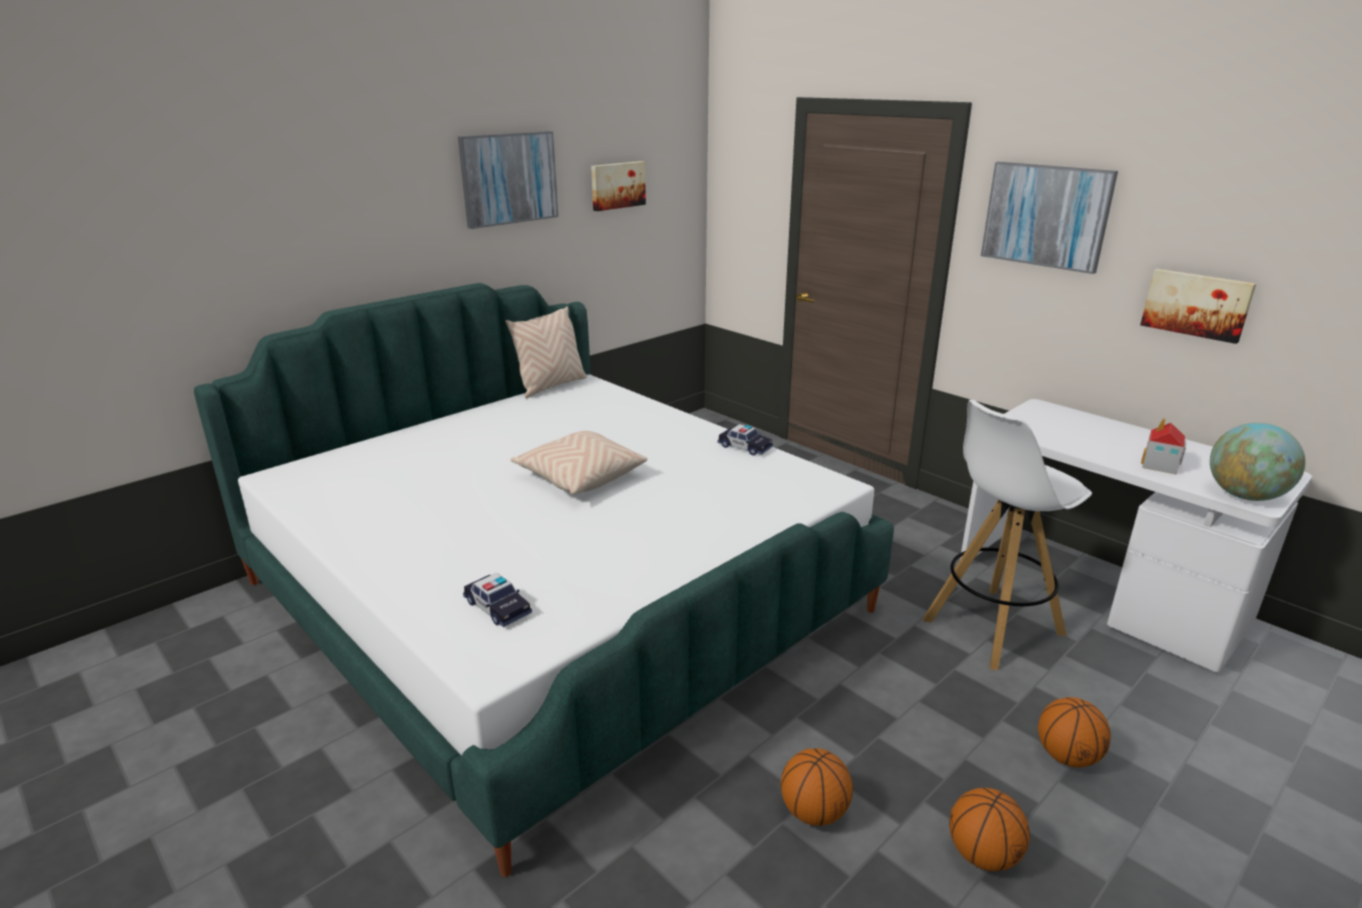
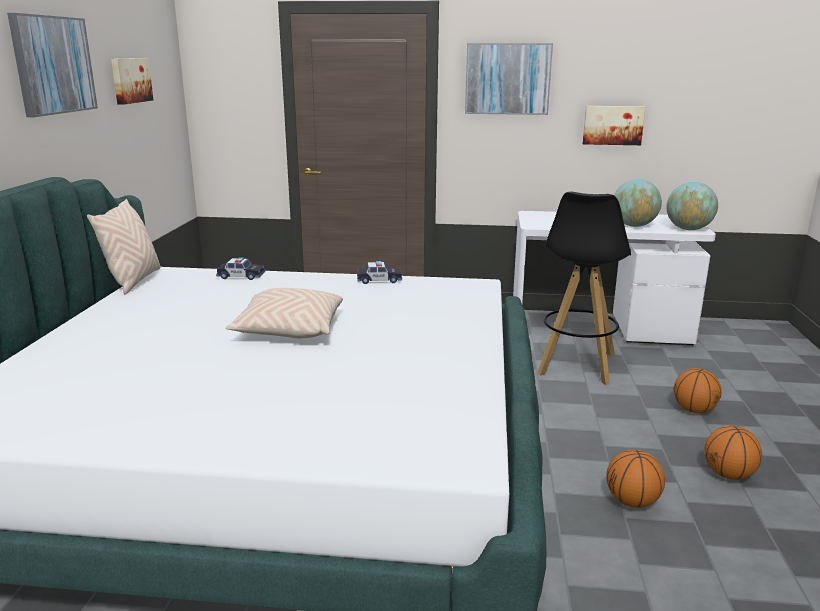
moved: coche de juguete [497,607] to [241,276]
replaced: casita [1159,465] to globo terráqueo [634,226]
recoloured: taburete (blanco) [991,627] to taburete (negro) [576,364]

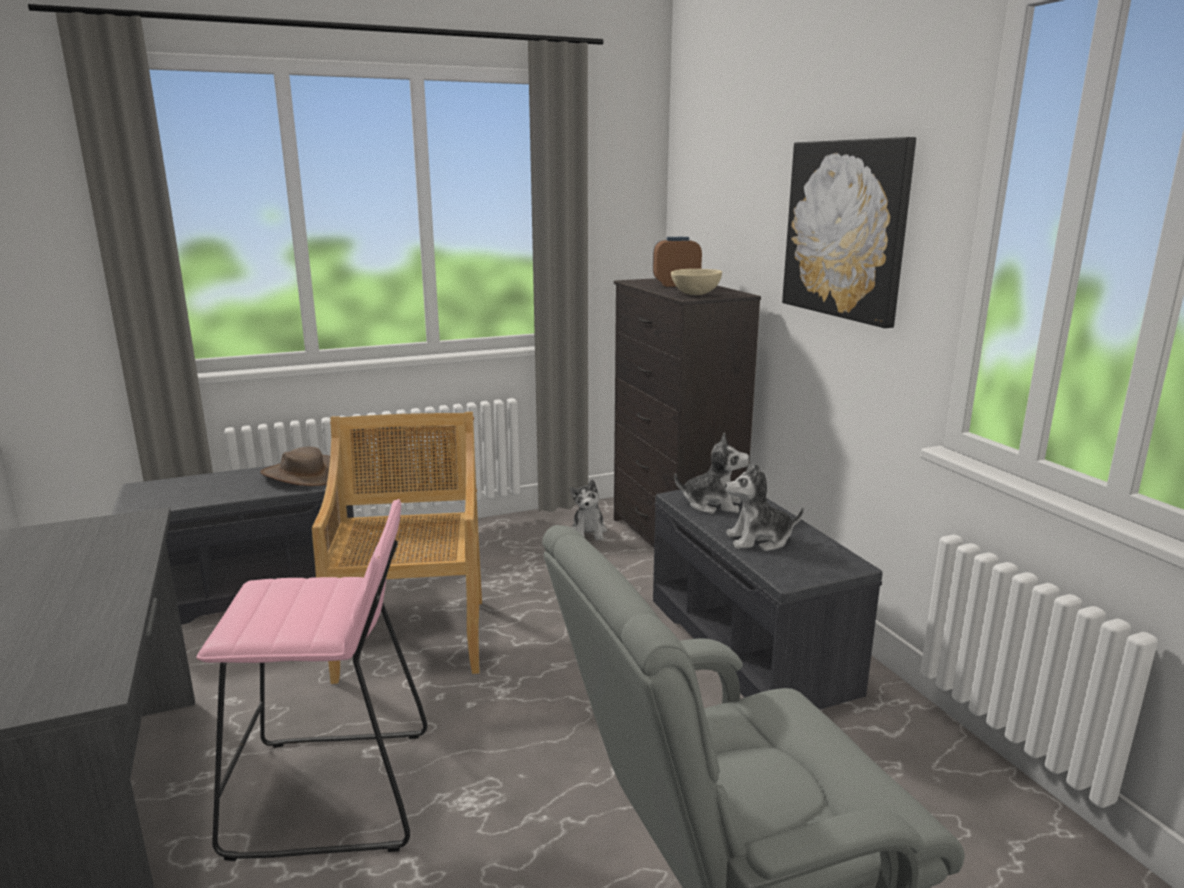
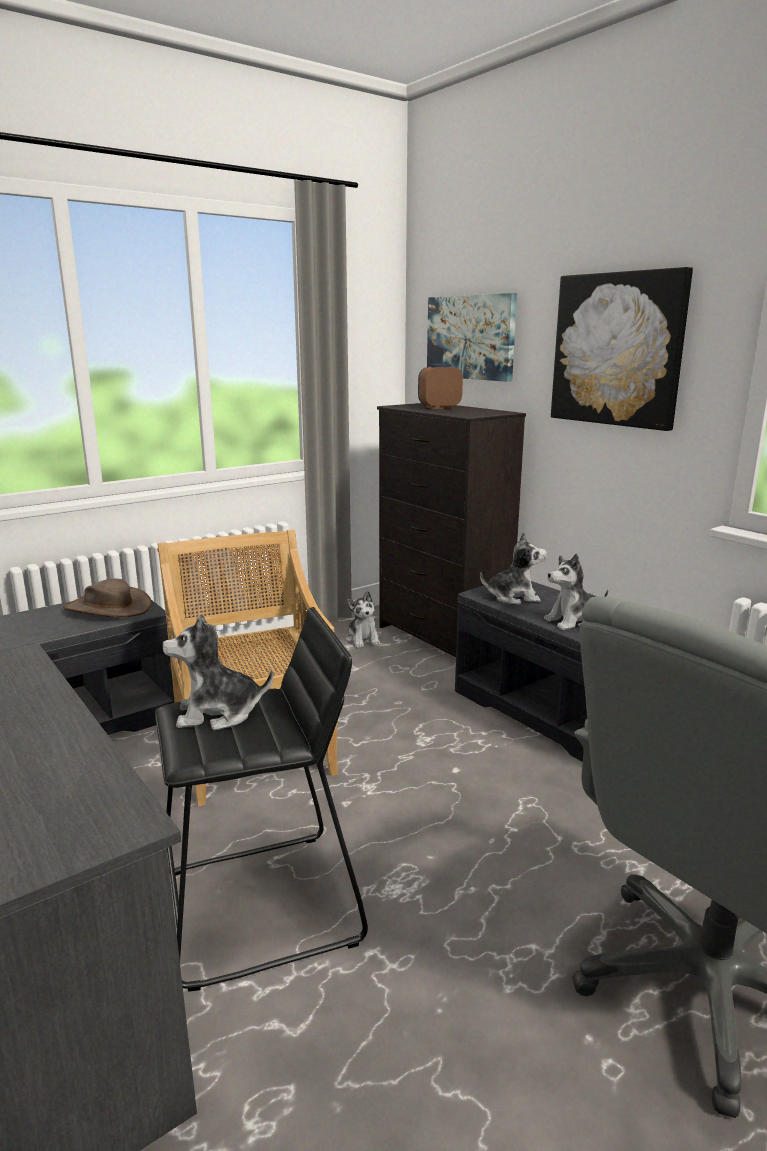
removed: cuenco (beis) [696,294]
added: peluche [218,714]; cuadro [471,337]
recoloured: taburete (rosa) [331,793] to taburete (negro) [261,906]

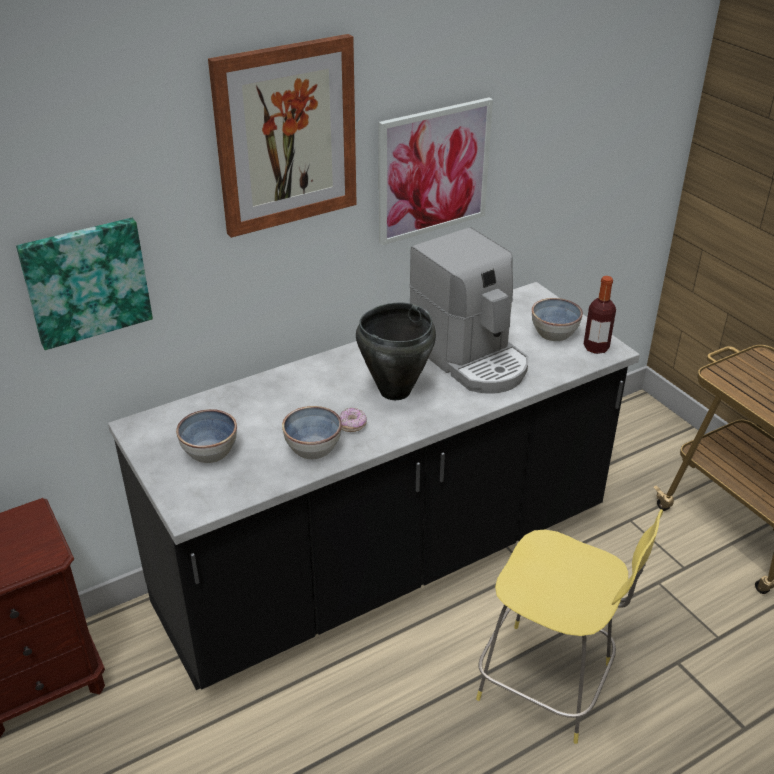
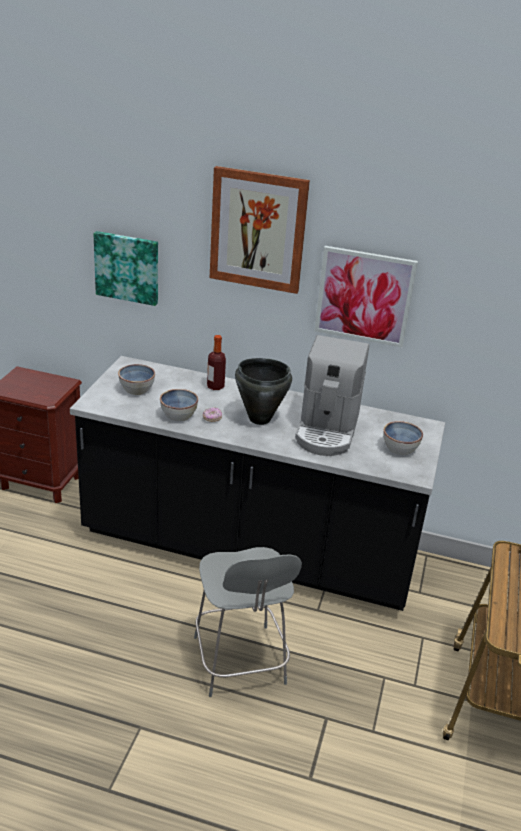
moved: botella [596,347] to [215,386]
recoloured: taburete (amarillo) [549,684] to taburete (gris) [240,663]

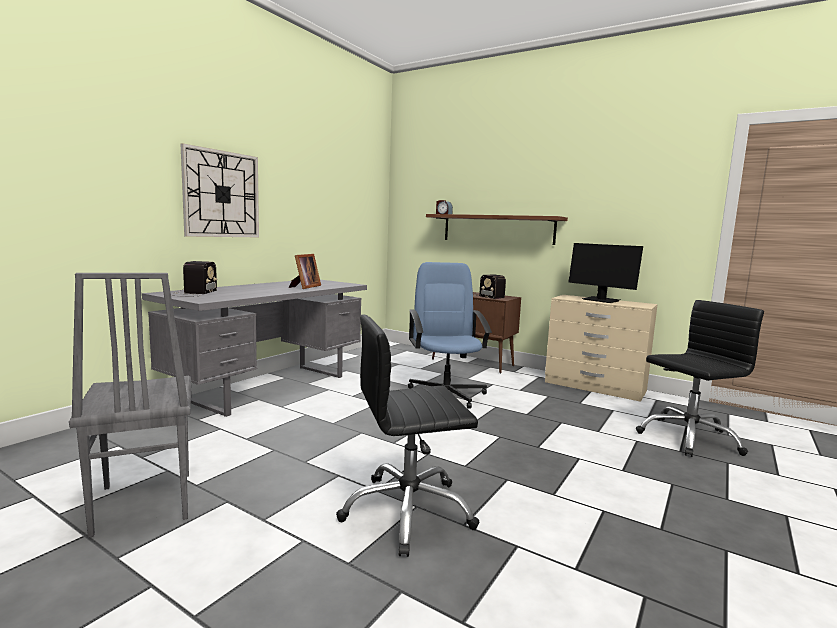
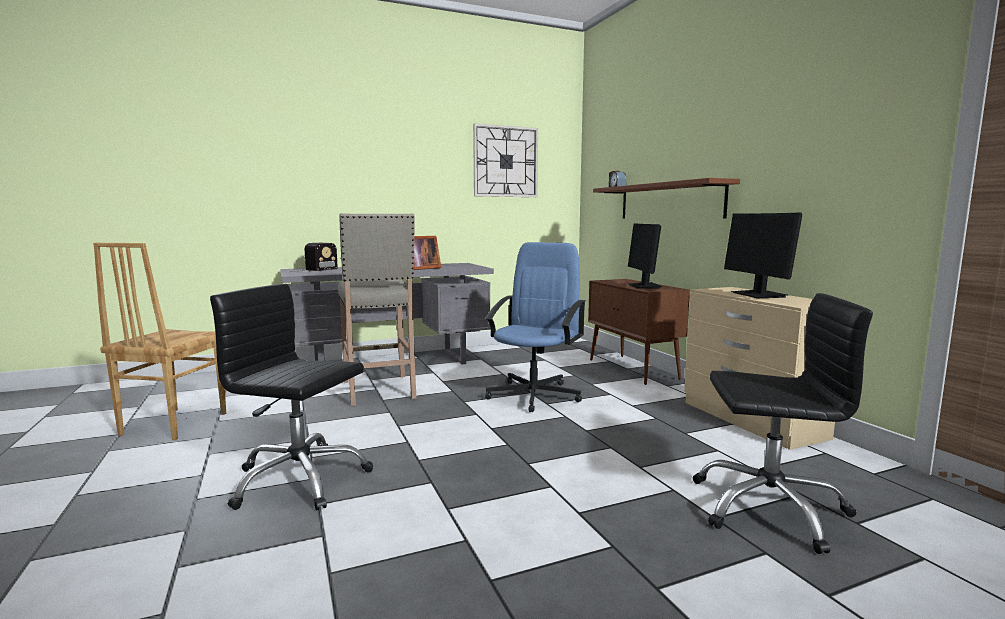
added: taburete (beis) [379,390]
moved: reloj de pared [221,194] to [505,161]
replaced: radio [487,296] to monitor [644,286]
recoloured: silla (gris) [141,503] to silla (marrón) [172,424]

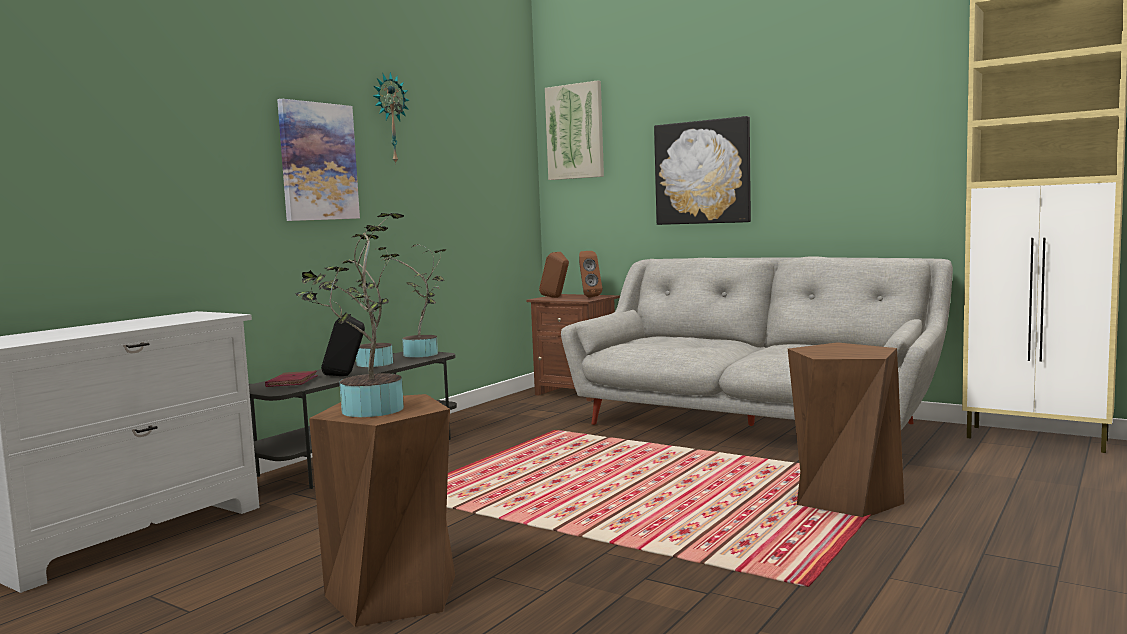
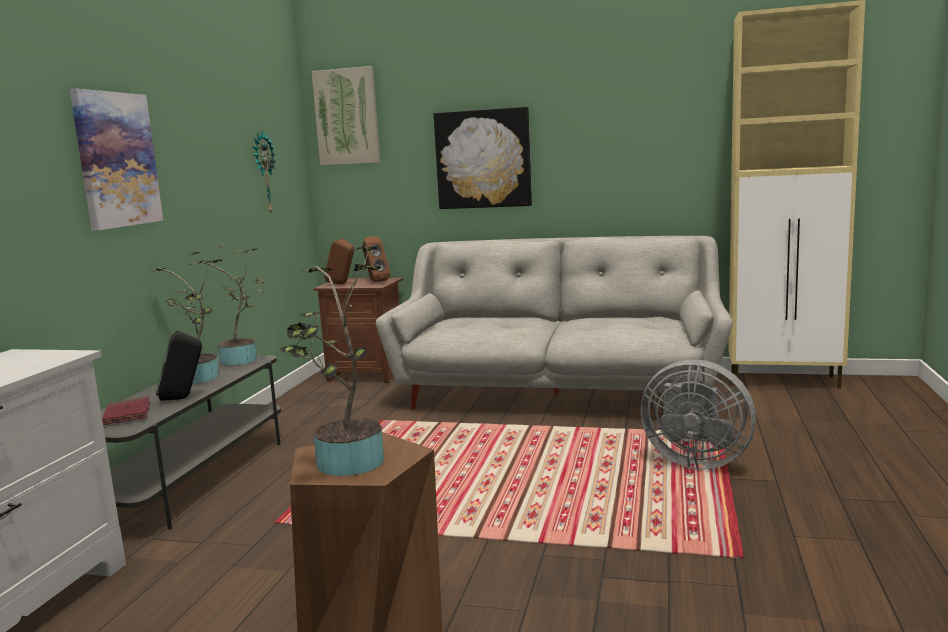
moved: reloj de pared [390,119] to [263,173]
replaced: taburete (marrón) [844,499] to ventilador (gris) [695,461]

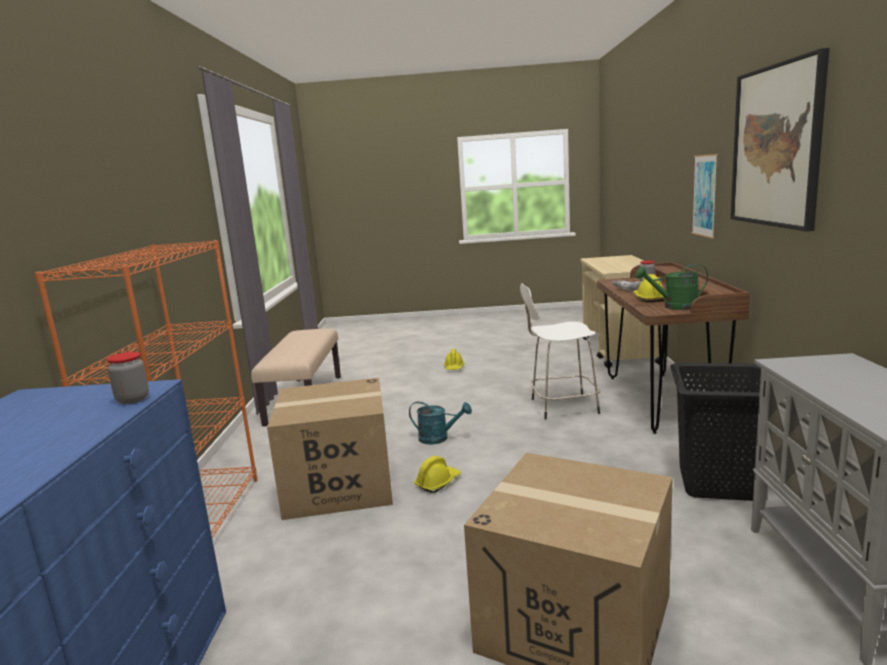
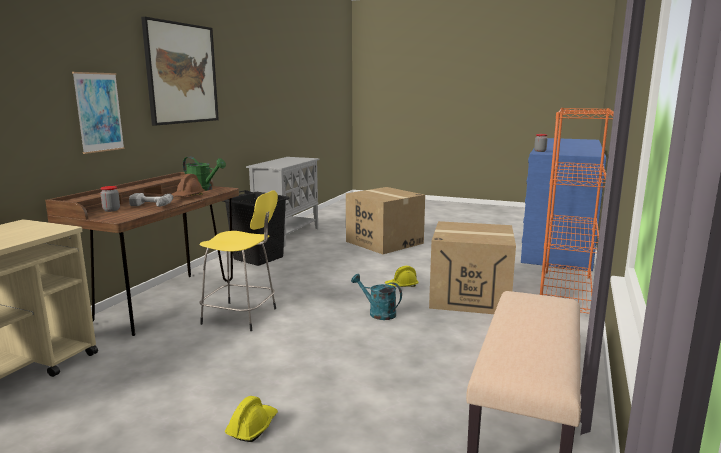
recoloured: taburete (blanco) [561,406] to taburete (amarillo) [242,316]; casco (amarillo) [648,298] to casco (marrón) [188,196]

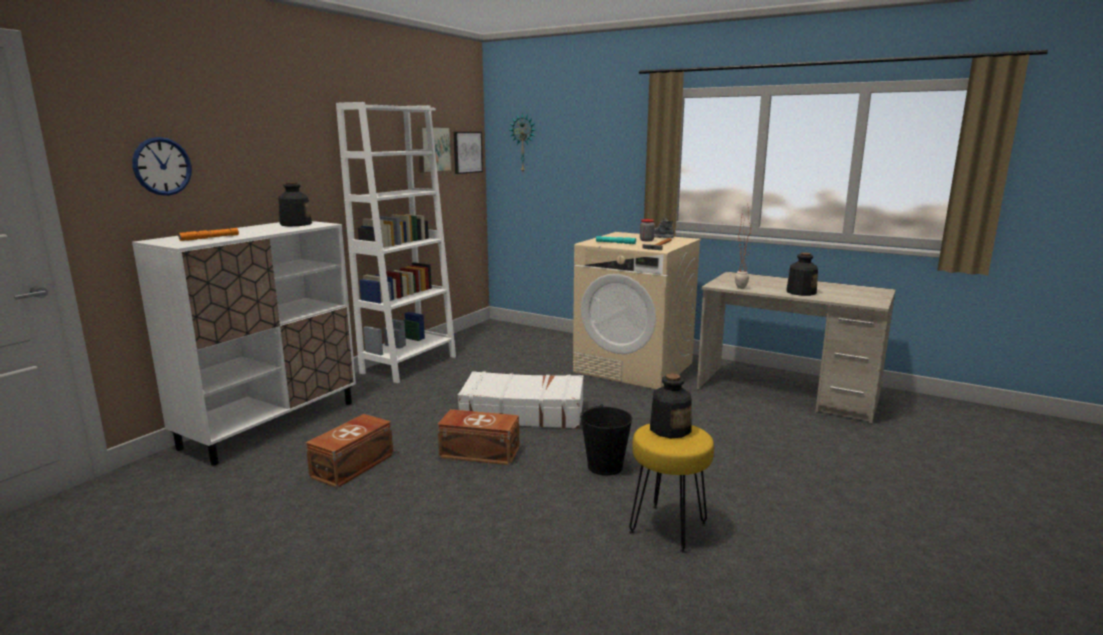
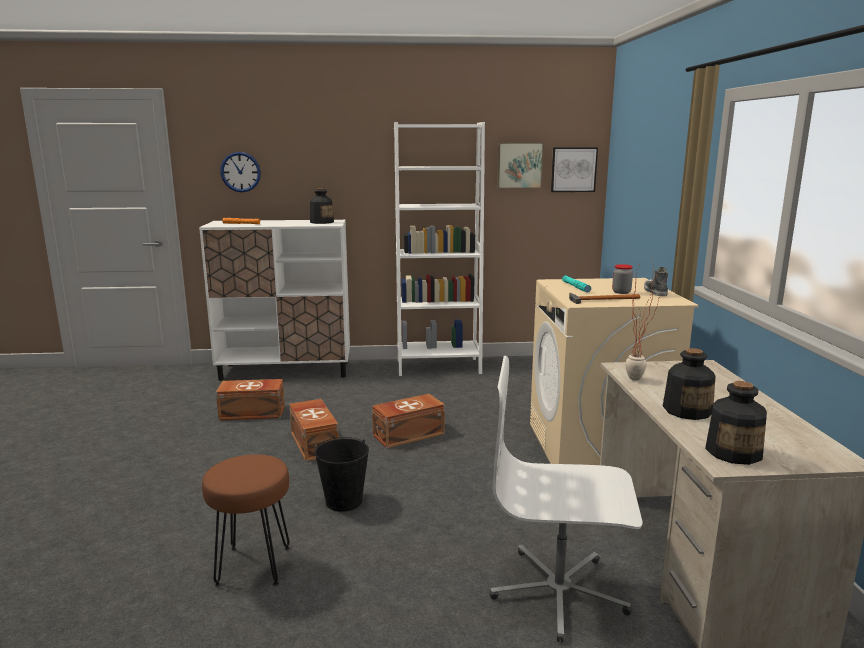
removed: reloj de pared [524,143]
added: silla de oficina (blanco) [559,592]
moved: botella [670,429] to [733,452]
replaced: maleta (blanco) [523,413] to caja de almacenaje (marrón) [407,434]
recoloured: taburete (amarillo) [669,528] to taburete (marrón) [254,566]

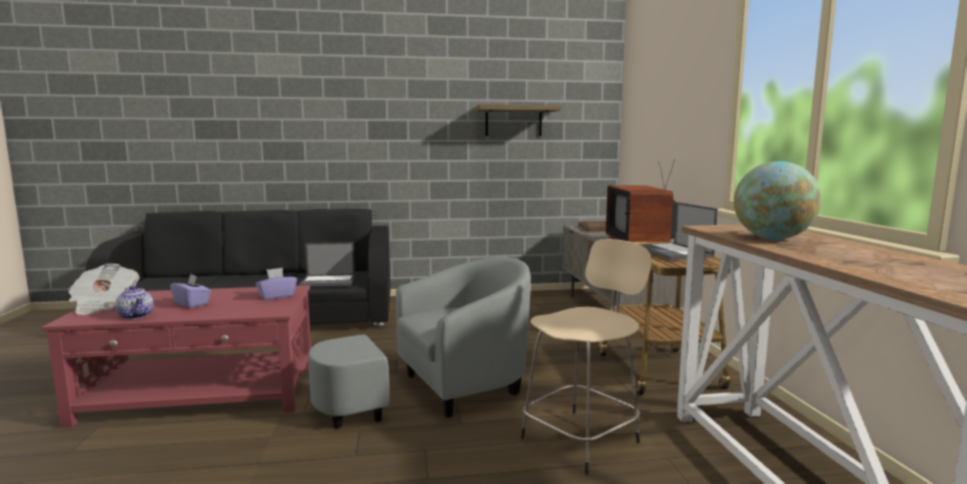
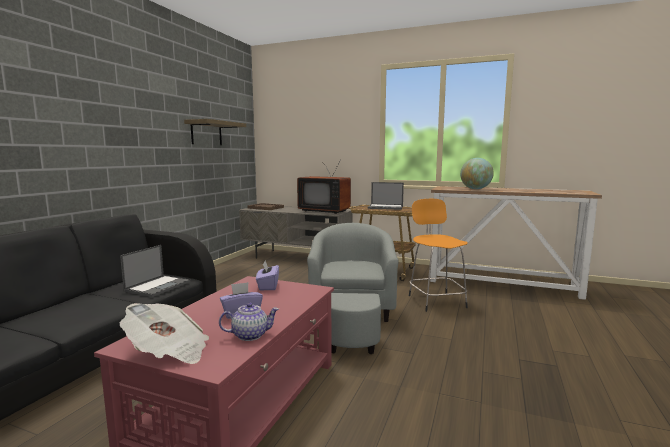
recoloured: taburete (beis) [583,438] to taburete (naranja) [435,301]

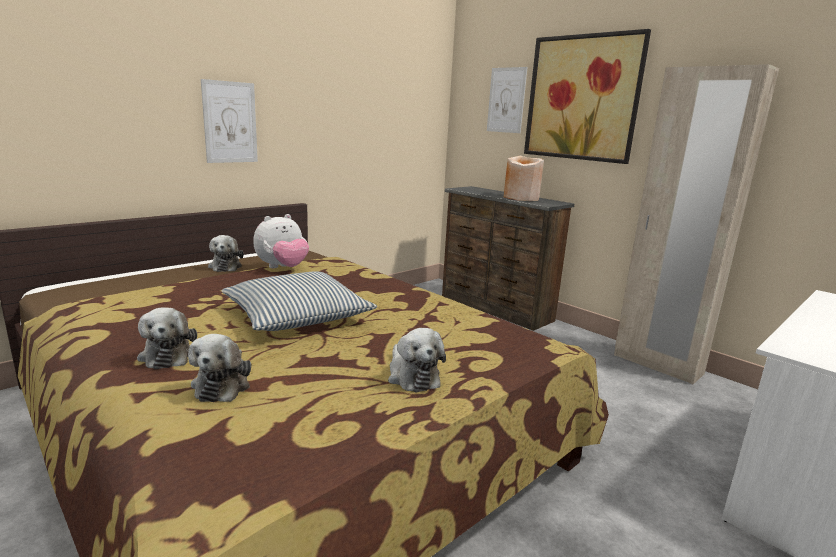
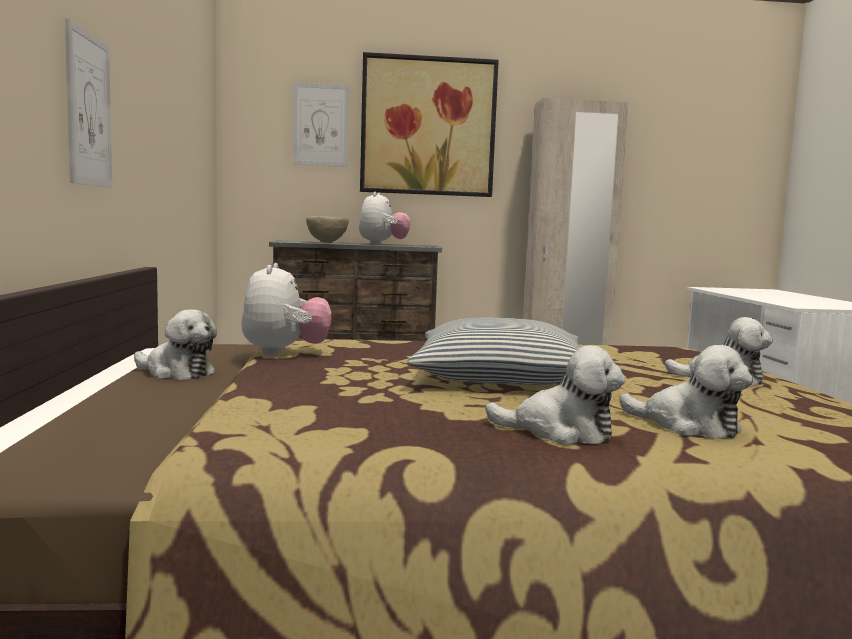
added: cuenco (marrón) [327,243]
replaced: florero (beis) [521,198] to peluche [383,244]

